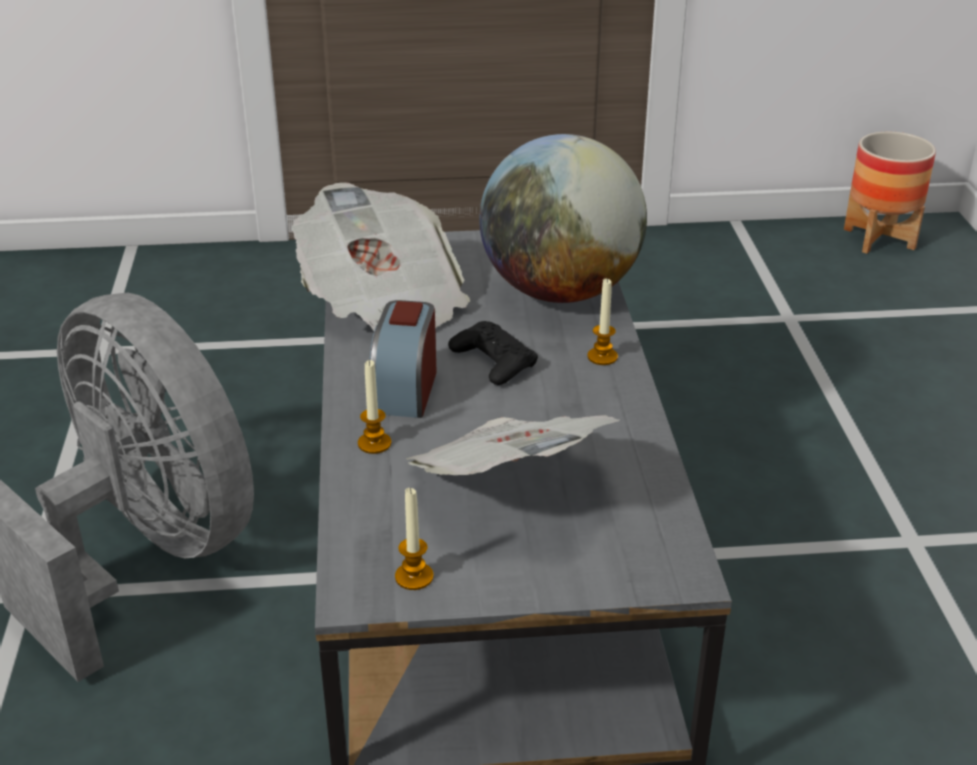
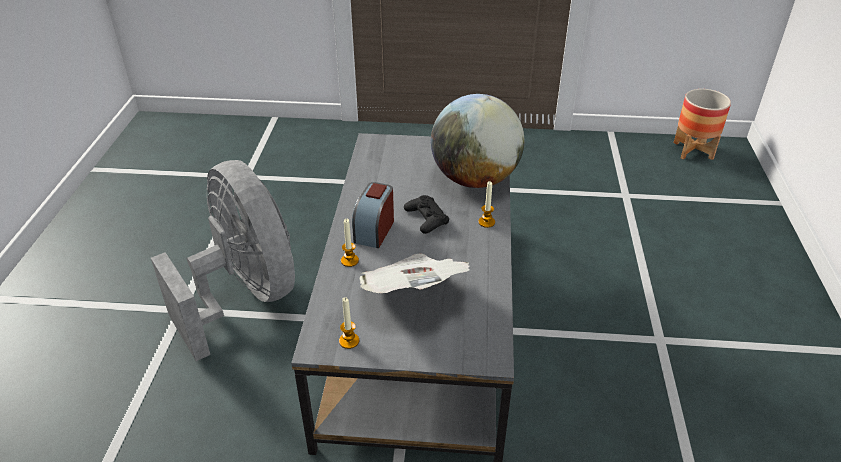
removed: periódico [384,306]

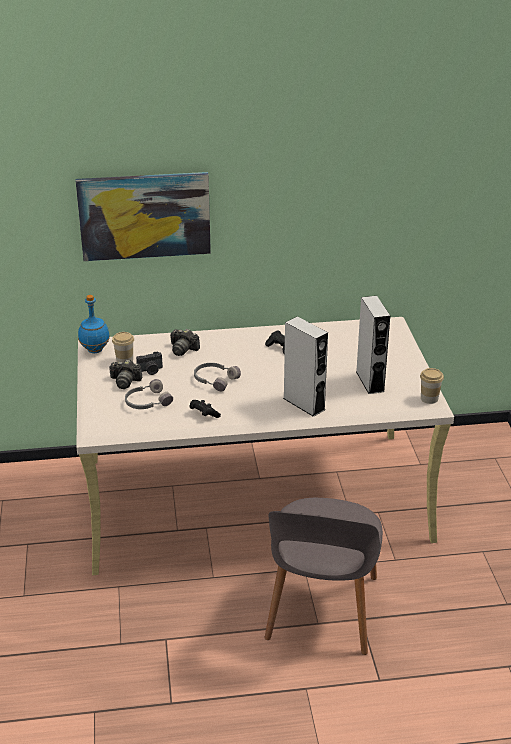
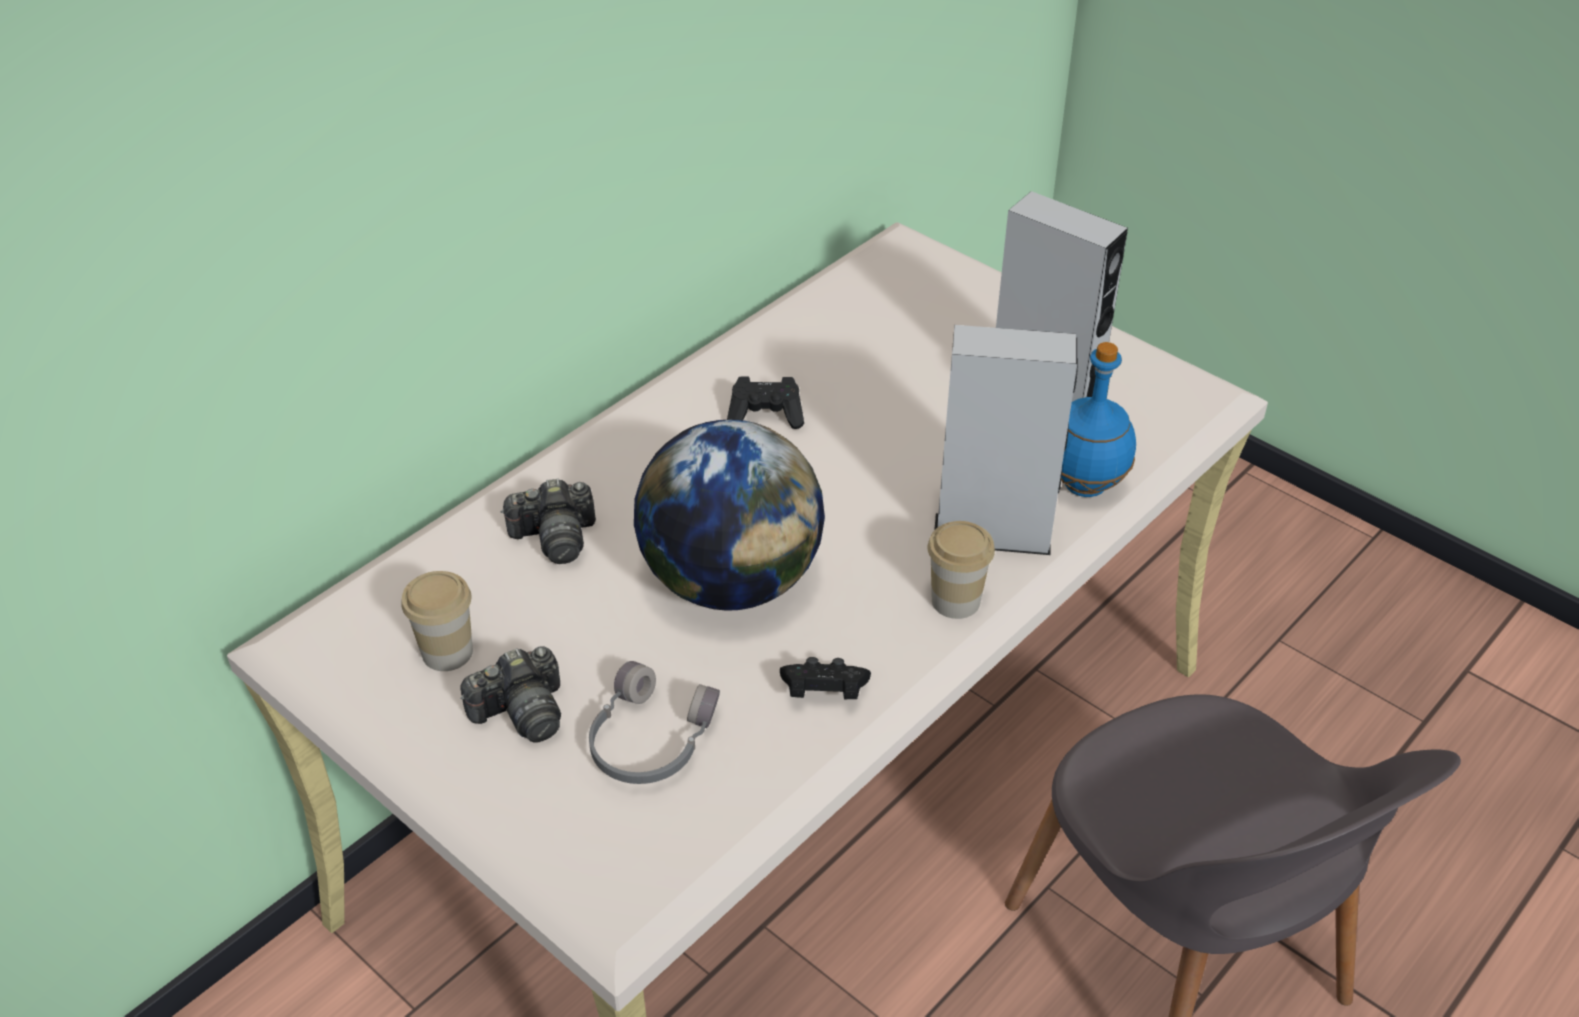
removed: cuadro [144,215]; cámara [150,370]
moved: botella (azul) [95,350] to [1086,485]; taza [429,398] to [955,601]
replaced: auriculares (gris) [215,380] to globo terráqueo [731,581]

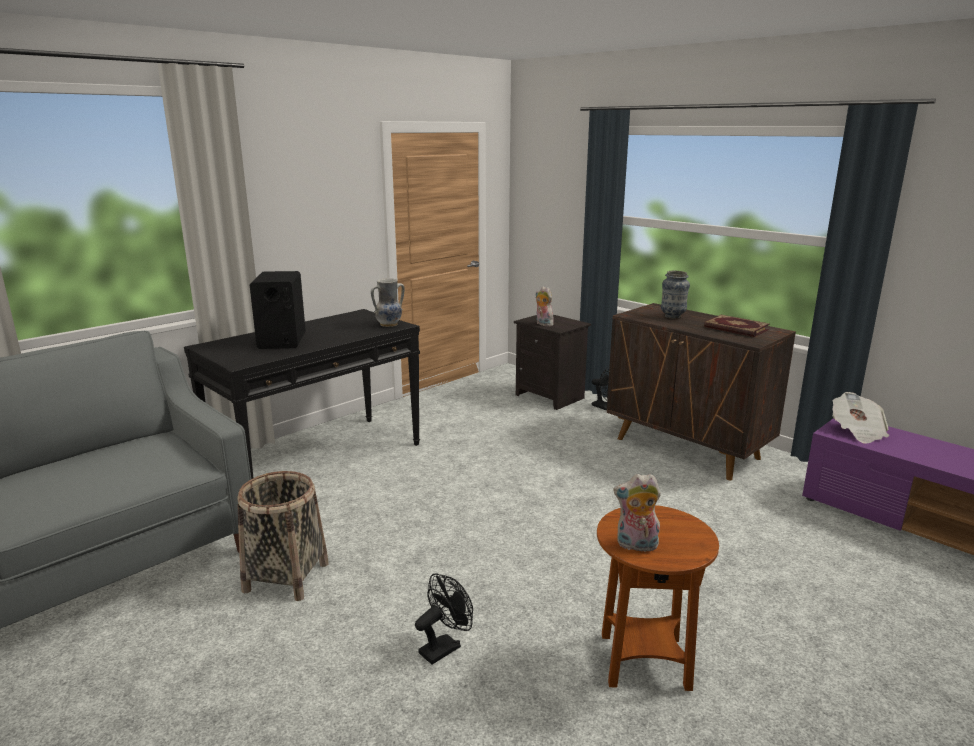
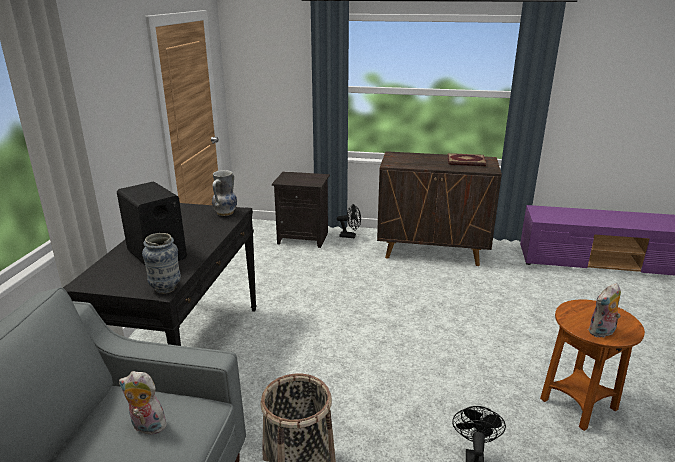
removed: periódico [857,431]
moved: peluche [543,324] to [146,427]; florero [672,316] to [166,288]

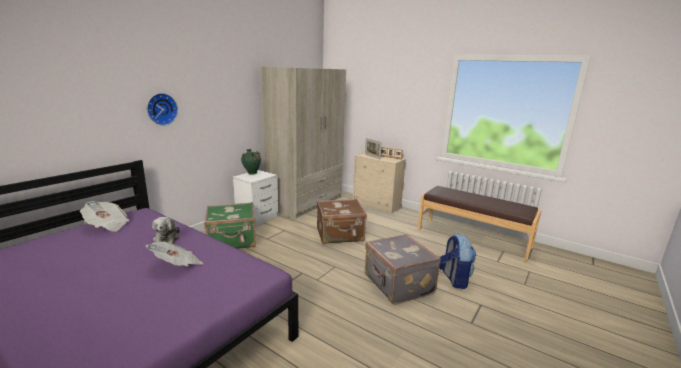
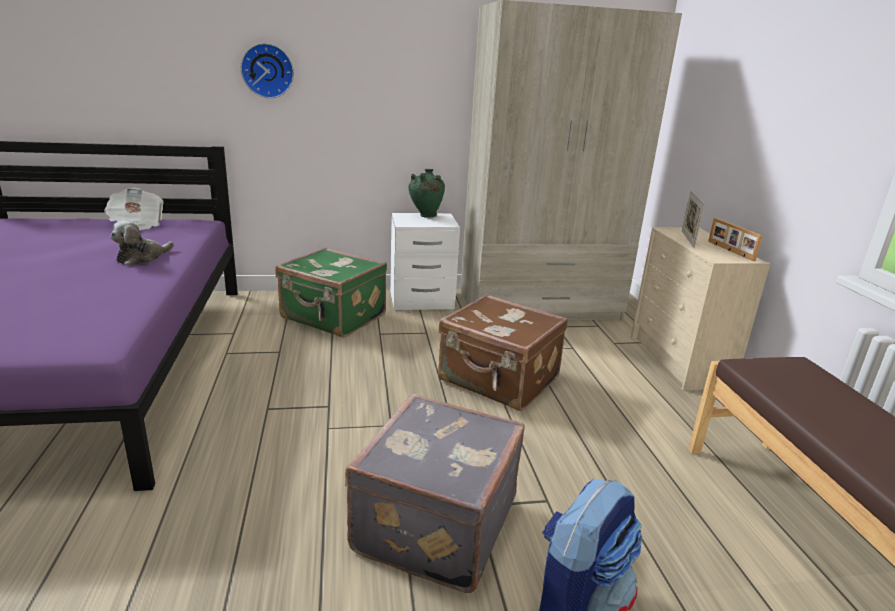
removed: periódico [177,265]

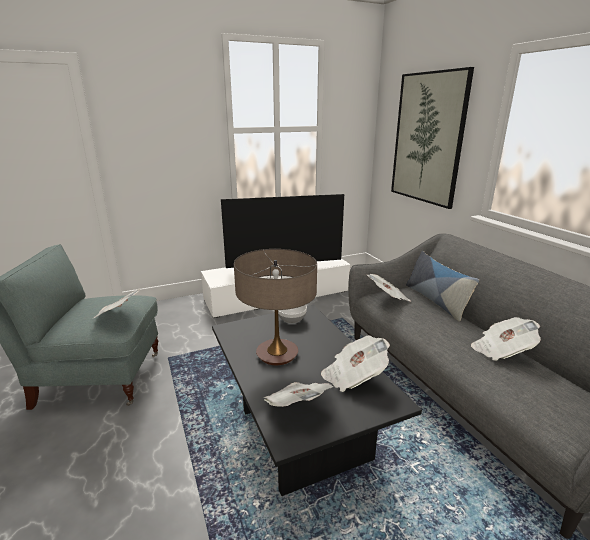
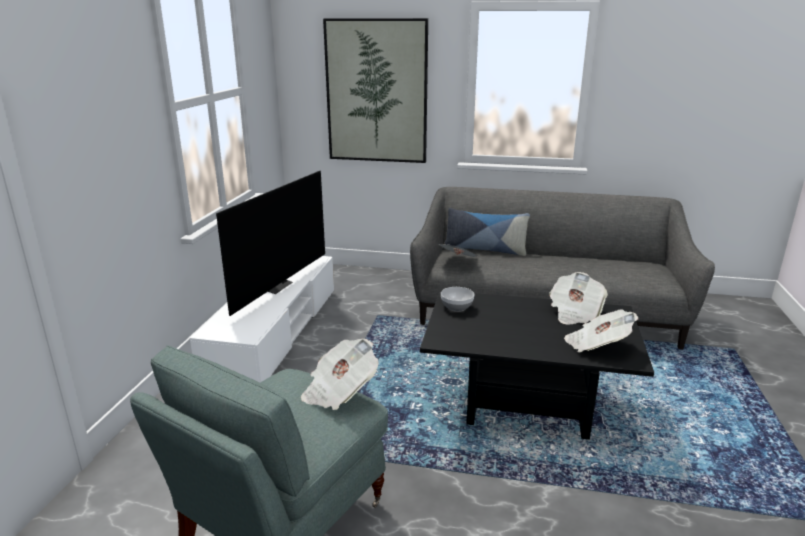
removed: lámpara de mesa [277,354]; periódico [501,351]

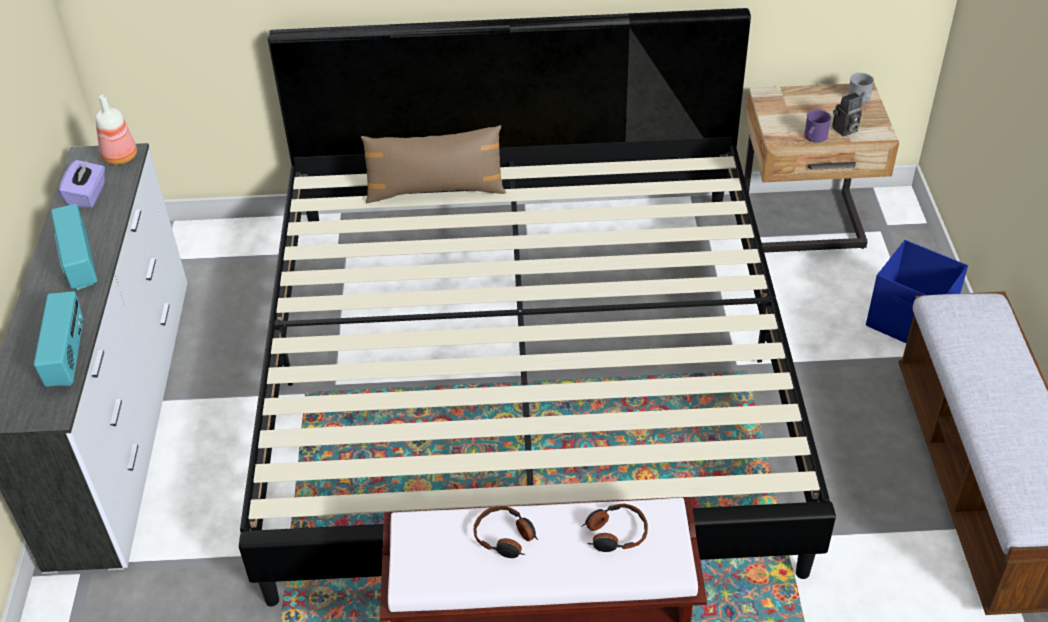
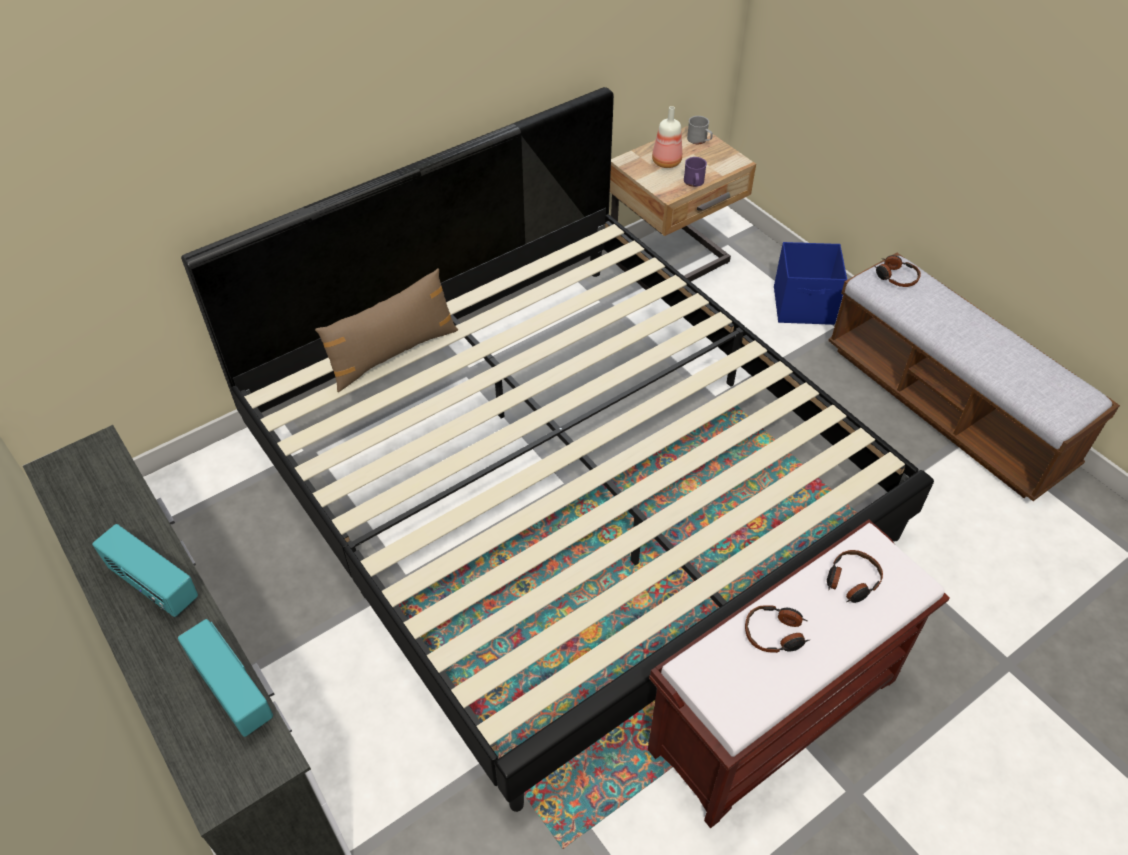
removed: caja de pañuelos (morado) [88,196]; cámara [844,130]
added: auriculares [895,277]
moved: botella [119,158] to [666,162]

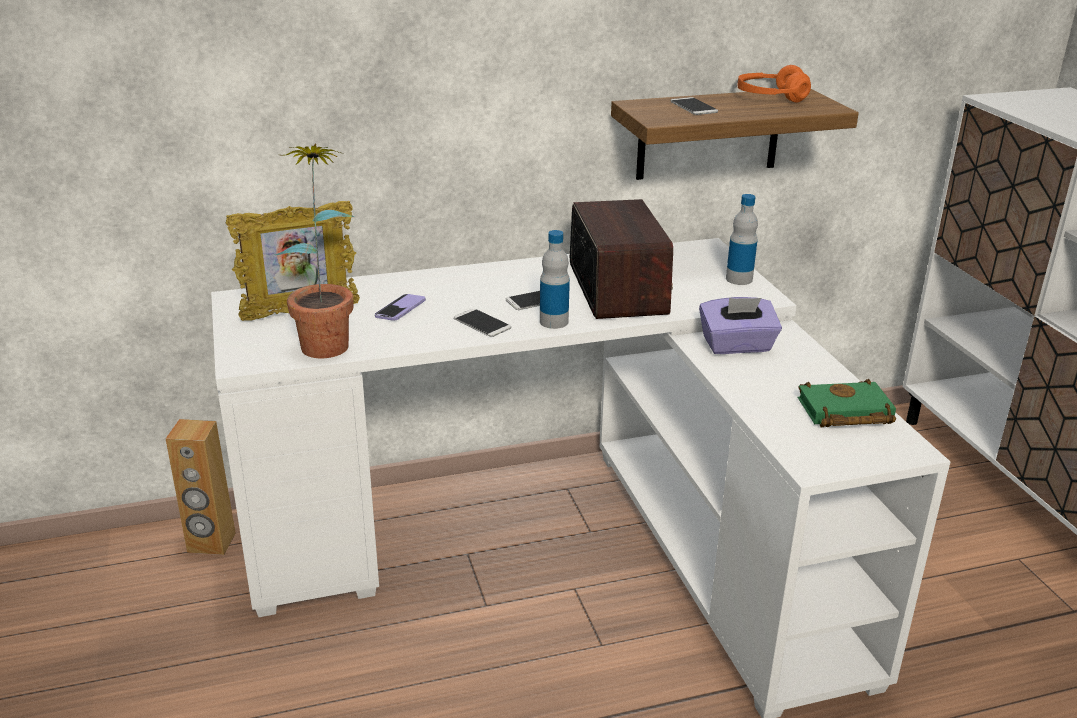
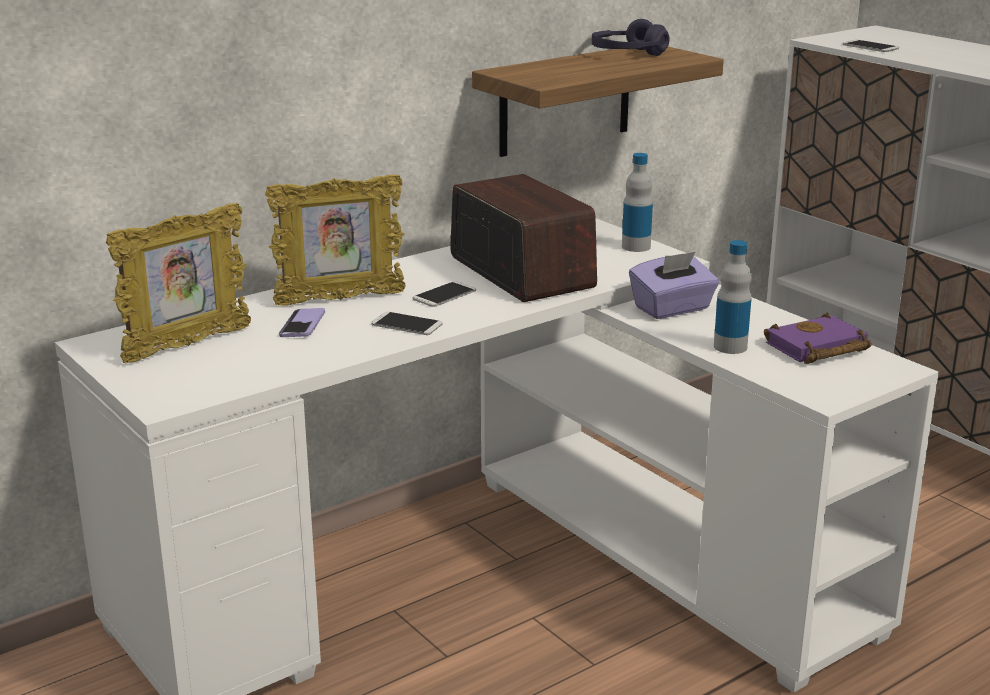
removed: altavoz (marrón) [211,543]; planta en maceta [326,340]
added: portarretratos [340,299]
moved: botella [554,322] to [730,347]; móvil [693,107] to [870,47]
recoloured: auriculares (naranja) [771,97] to auriculares (morado) [627,54]; libro (verde) [843,412] to libro (morado) [816,348]

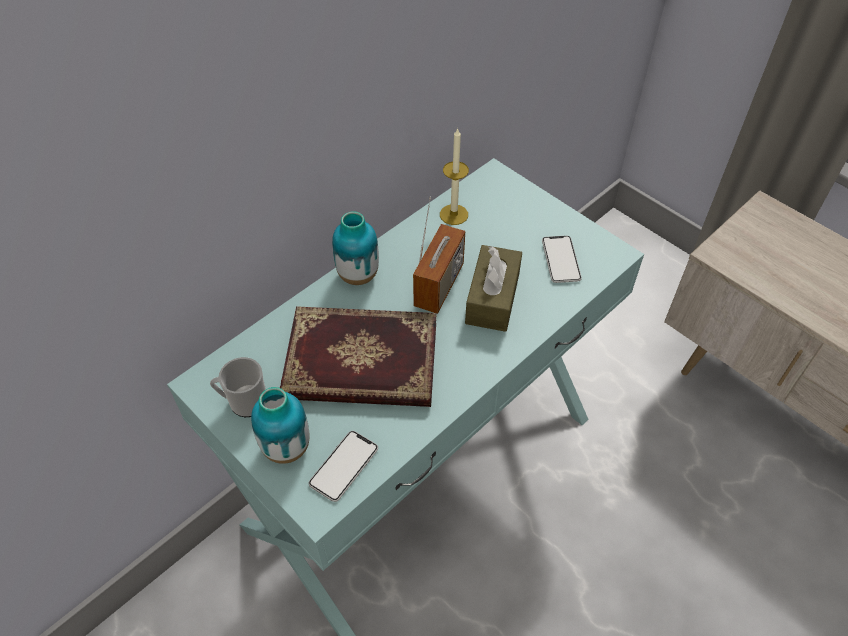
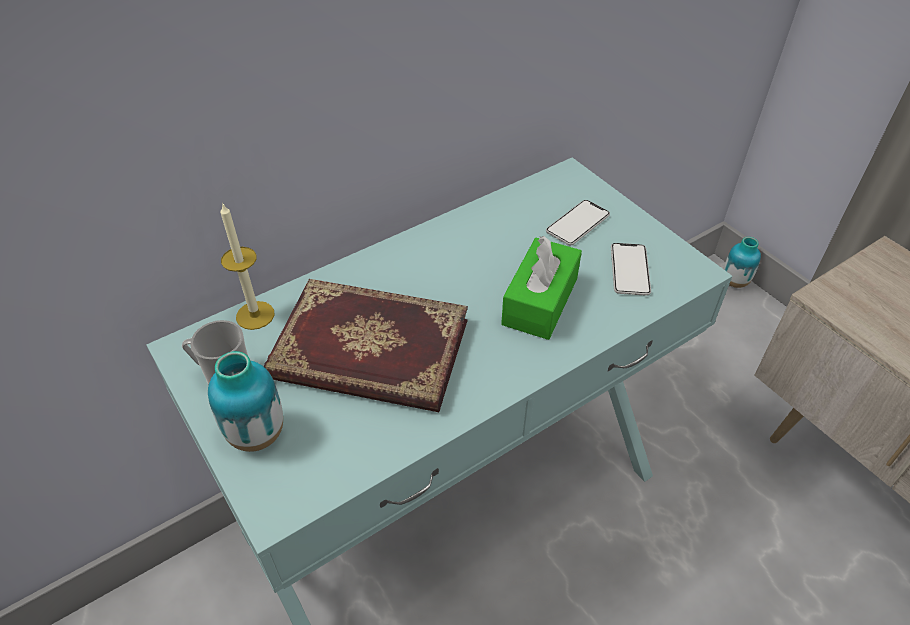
removed: radio [439,285]
moved: móvil [344,466] to [577,223]; florero [358,275] to [734,282]; vela [454,214] to [255,315]
recoloured: caja de pañuelos (marrón) [492,298] to caja de pañuelos (verde) [540,301]

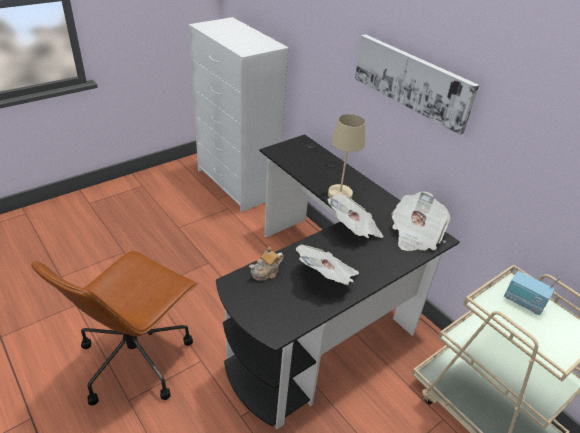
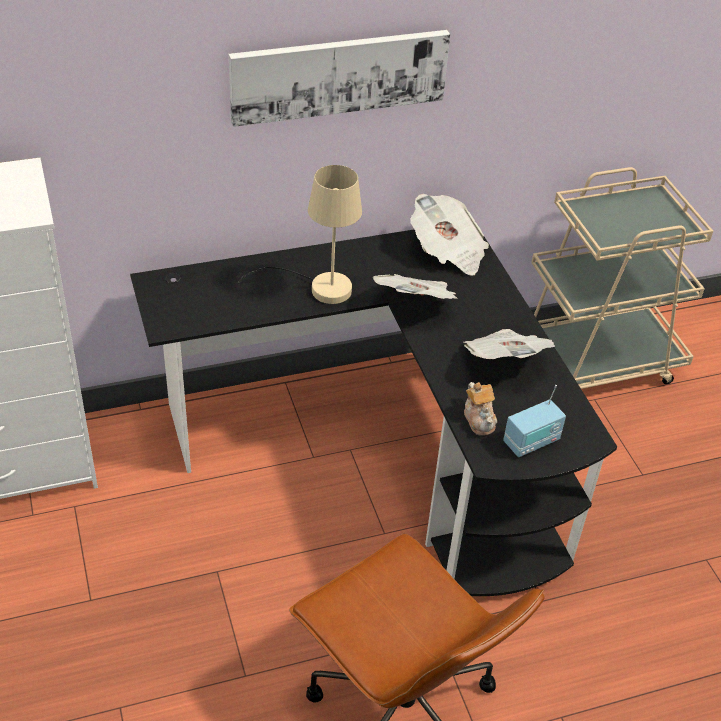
moved: radio [523,302] to [531,442]

